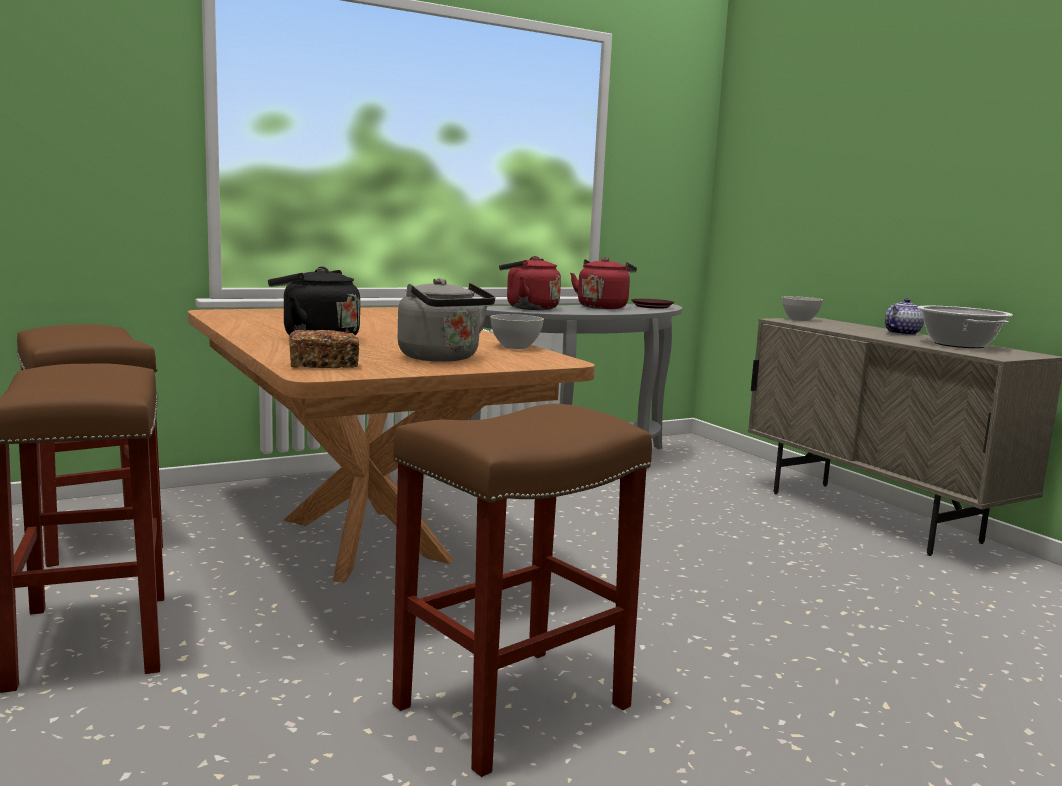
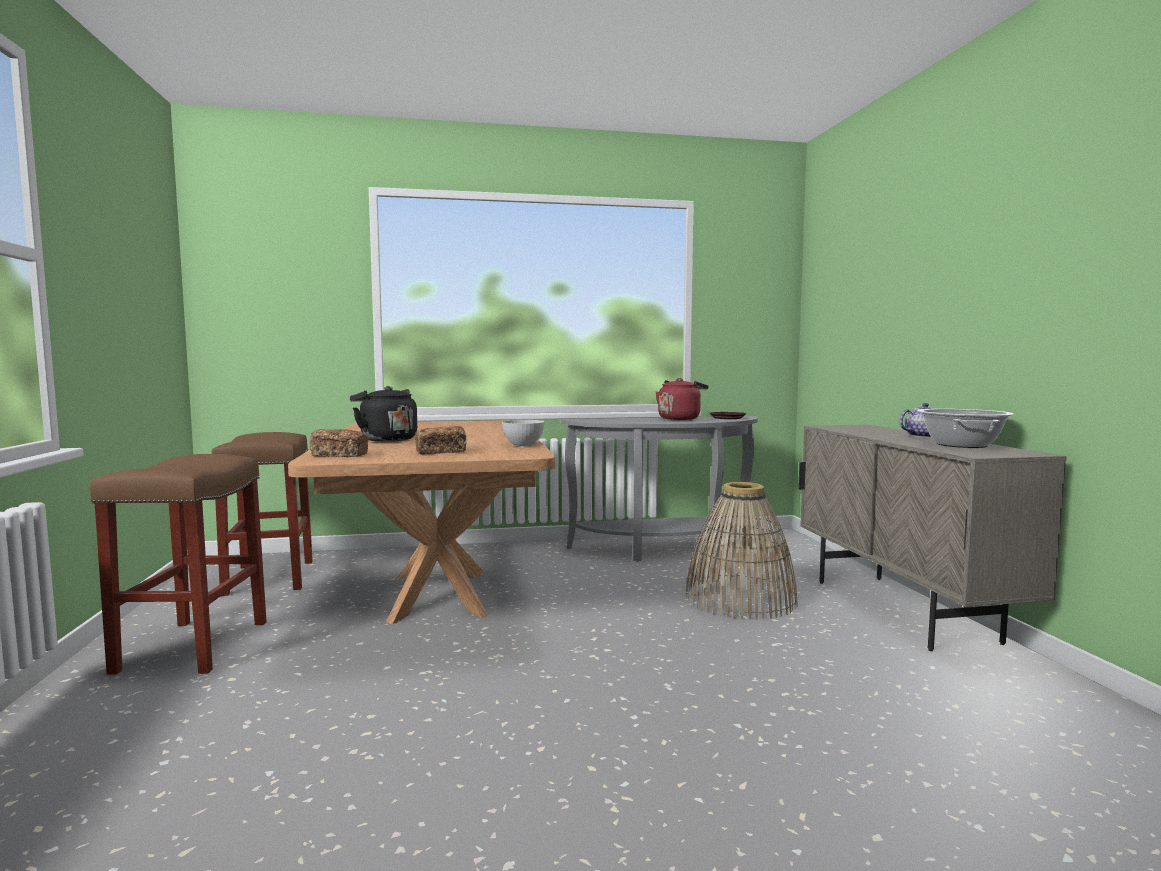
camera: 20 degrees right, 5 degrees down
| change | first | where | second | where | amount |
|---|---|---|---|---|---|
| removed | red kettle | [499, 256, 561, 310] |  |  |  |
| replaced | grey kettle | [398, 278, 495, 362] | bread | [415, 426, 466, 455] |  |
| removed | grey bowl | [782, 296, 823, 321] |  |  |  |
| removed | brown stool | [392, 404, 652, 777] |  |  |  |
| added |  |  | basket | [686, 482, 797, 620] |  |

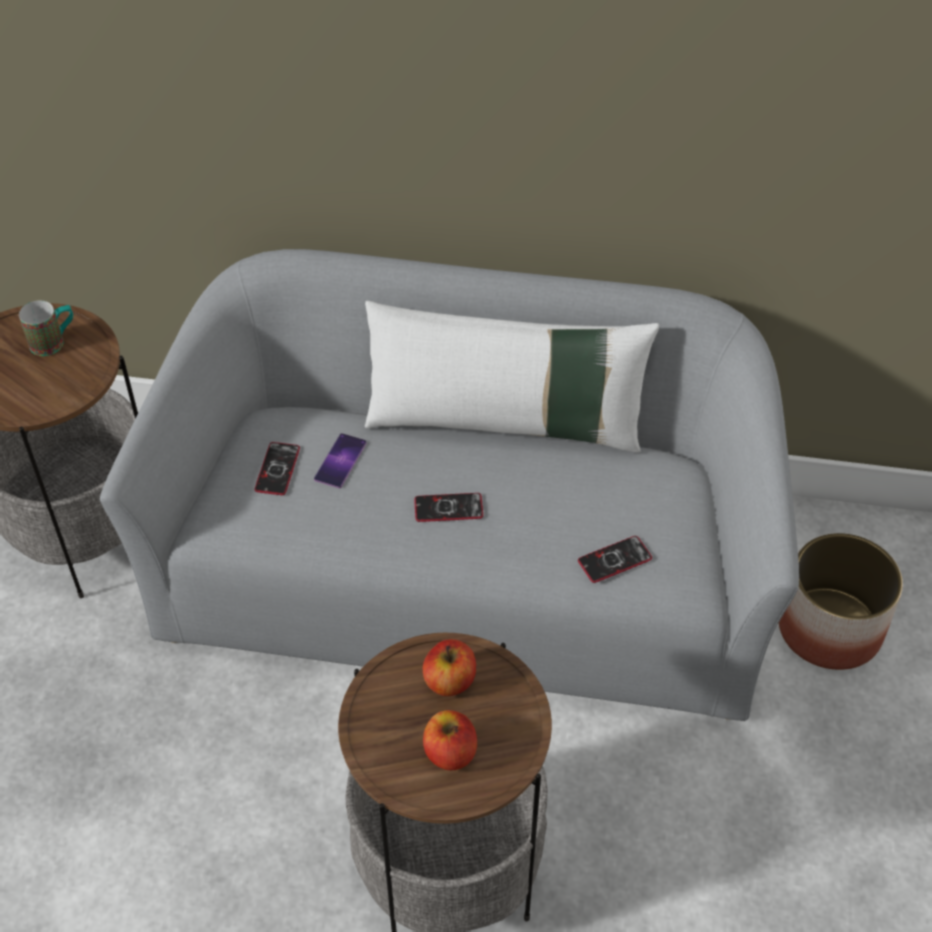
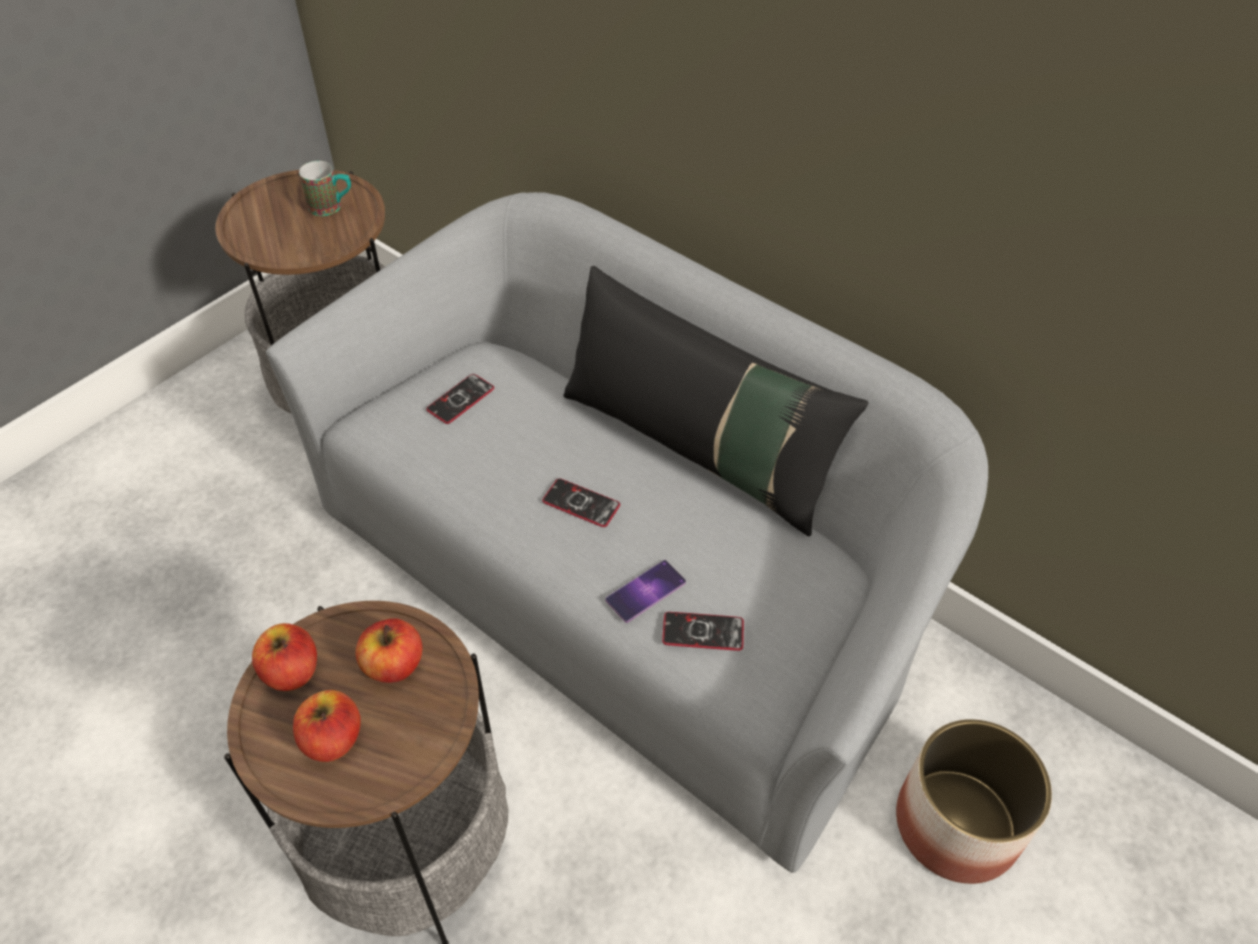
camera: 30 degrees right, 0 degrees up
| change | first | where | second | where | amount |
|---|---|---|---|---|---|
| recoloured | white pillow | [365, 301, 659, 453] | black pillow | [563, 266, 868, 536] |  |
| moved | phone | [314, 433, 367, 488] |  | [605, 560, 686, 623] |  |
| added |  |  | apple | [252, 623, 317, 691] |  |

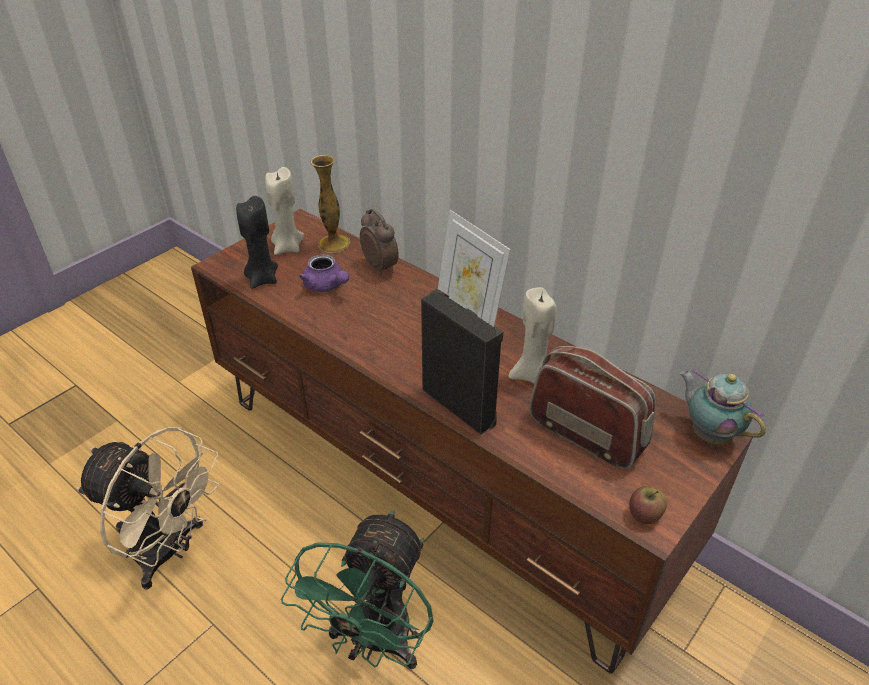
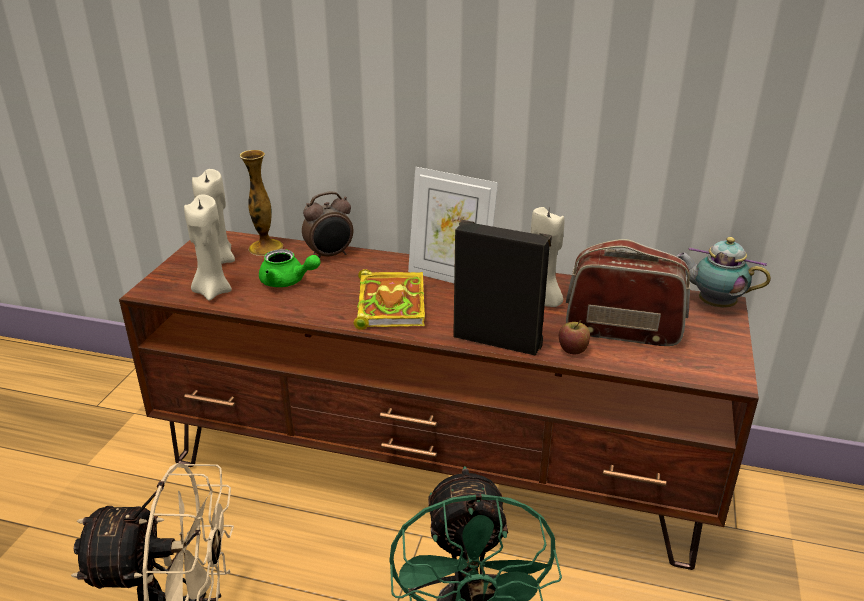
camera: 25 degrees left, 10 degrees down
| change | first | where | second | where | amount |
|---|---|---|---|---|---|
| recoloured | black candle | [236, 196, 278, 289] | beige candle | [184, 195, 232, 301] |  |
| turned | alarm clock | [360, 209, 398, 275] |  | [302, 191, 353, 258] | 120 degrees clockwise |
| recoloured | purple teapot | [299, 254, 349, 292] | green teapot | [259, 249, 321, 287] |  |
| moved | apple | [629, 486, 667, 524] |  | [559, 320, 590, 354] |  |
| added |  |  | book | [354, 269, 425, 330] |  |

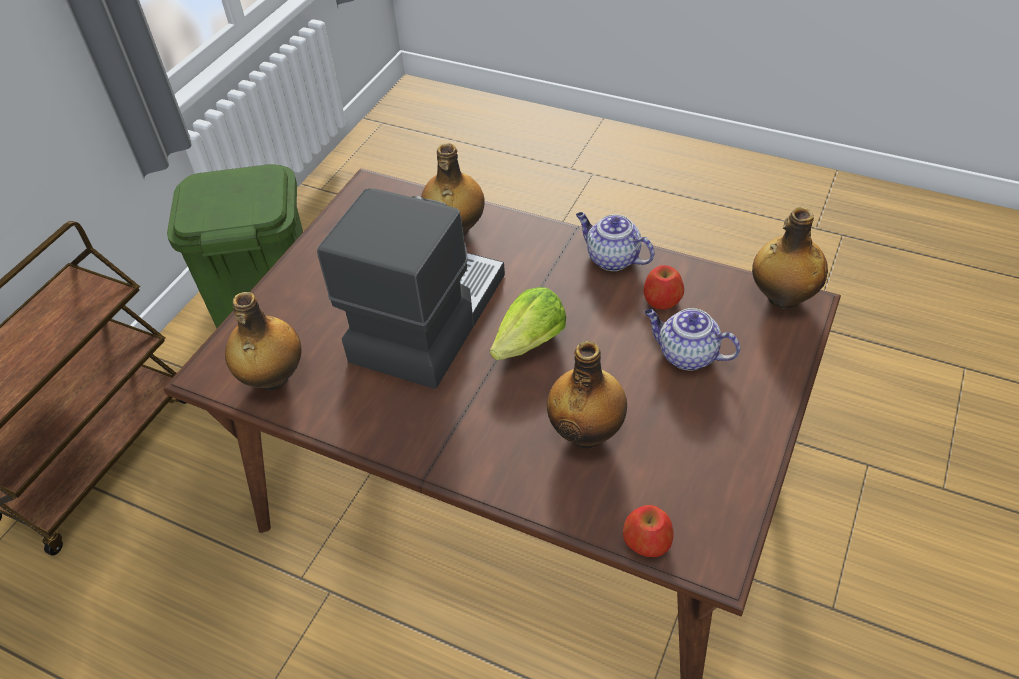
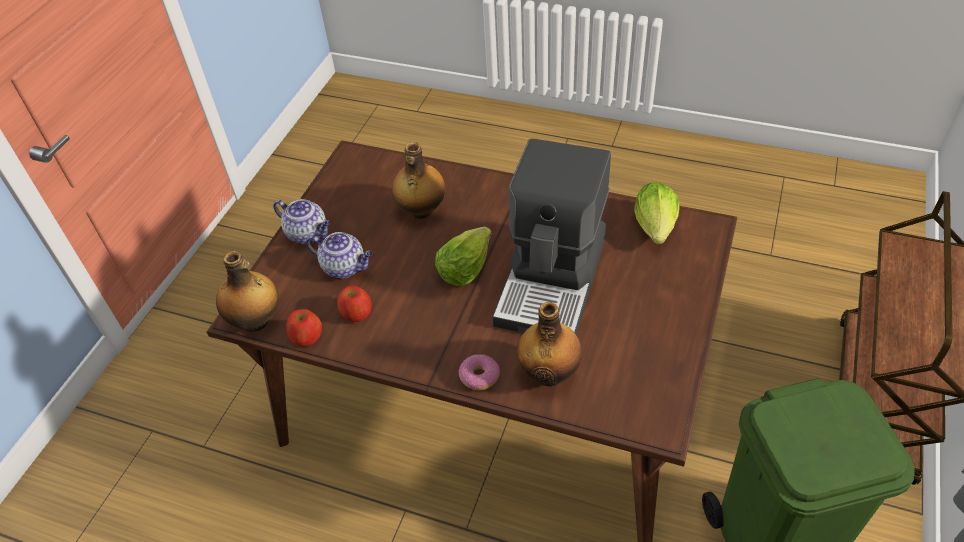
camera: 175 degrees right, 0 degrees up
| change | first | where | second | where | amount |
|---|---|---|---|---|---|
| moved | teapot | [576, 212, 654, 271] |  | [273, 199, 330, 244] |  |
| replaced | bottle | [225, 292, 301, 391] | lettuce | [634, 182, 680, 244] |  |
| moved | apple | [623, 505, 674, 557] |  | [286, 309, 322, 347] |  |
| added |  |  | donut | [458, 354, 500, 390] |  |

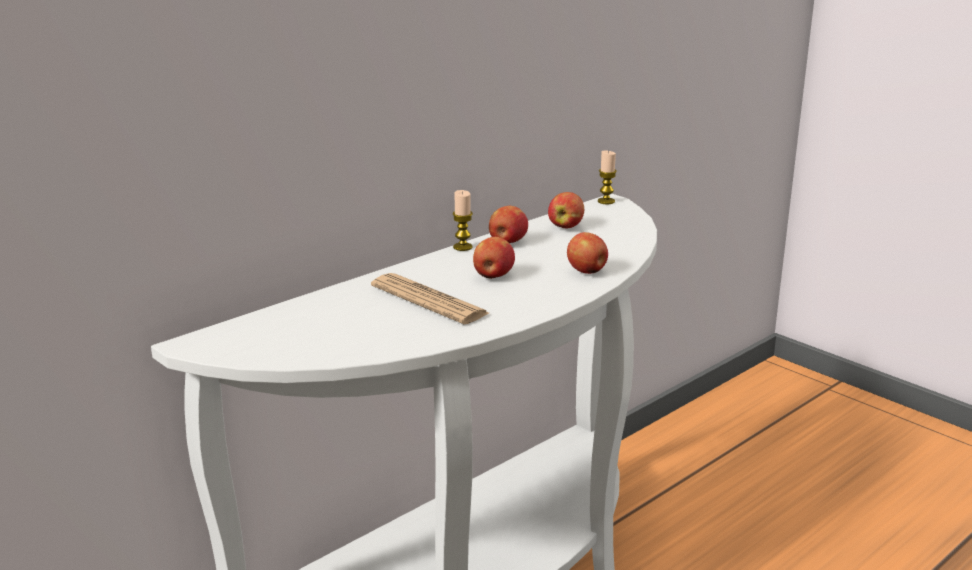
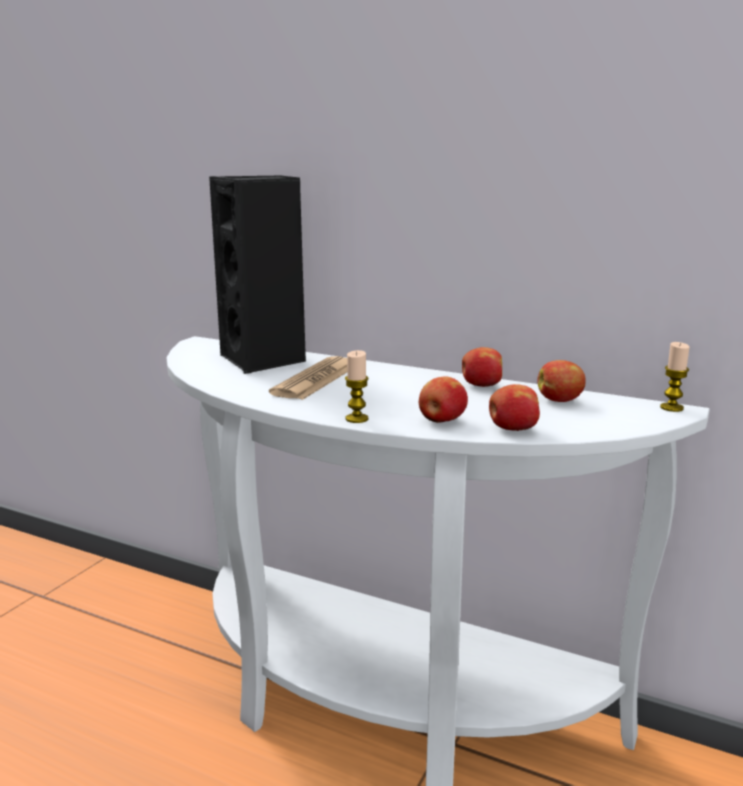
camera: 70 degrees right, 5 degrees down
| change | first | where | second | where | amount |
|---|---|---|---|---|---|
| moved | candle | [453, 190, 473, 251] |  | [345, 350, 369, 423] |  |
| moved | apple | [473, 237, 515, 279] |  | [489, 384, 540, 431] |  |
| added |  |  | black speaker | [209, 175, 306, 374] |  |

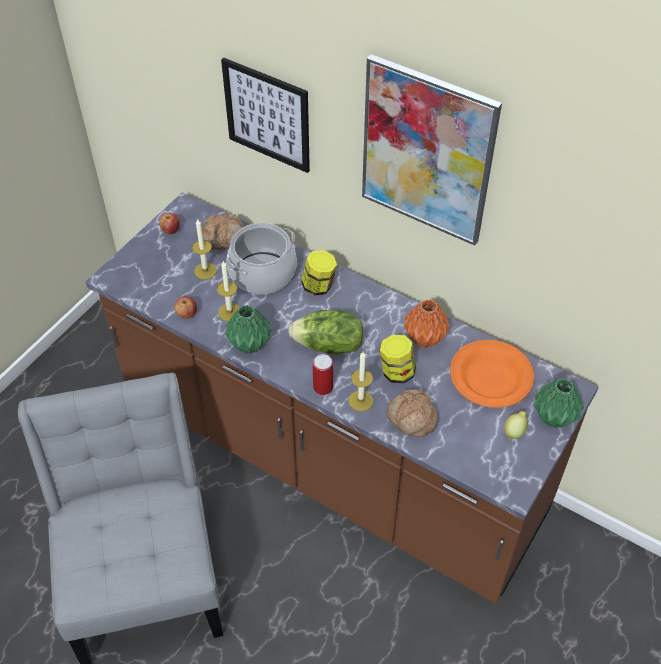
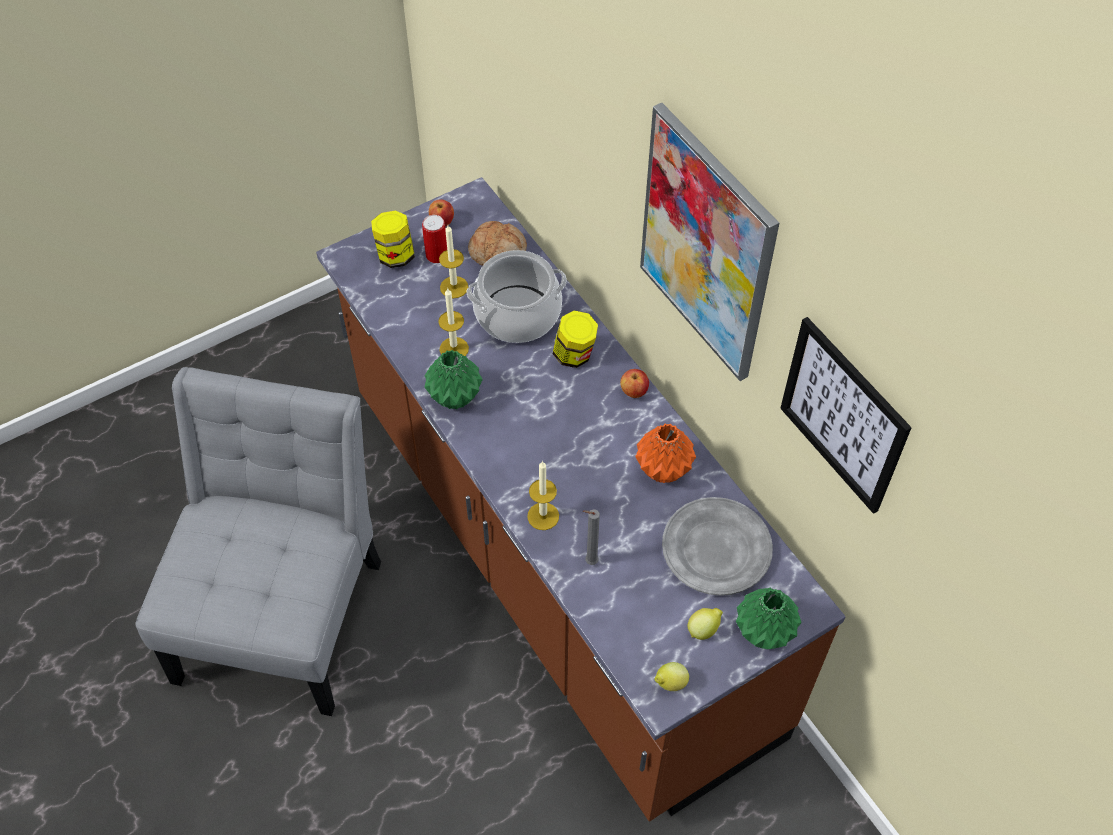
camera: 25 degrees right, 5 degrees up
| change | first | where | second | where | amount |
|---|---|---|---|---|---|
| moved | picture | [221, 57, 310, 173] |  | [780, 317, 912, 514] |  |
| moved | apple | [174, 296, 197, 319] |  | [620, 369, 649, 398] |  |
| removed | lettuce | [288, 310, 363, 354] |  |  |  |
| moved | jar | [380, 335, 416, 383] |  | [371, 211, 415, 268] |  |
| recoloured | orange plate | [450, 340, 534, 408] | grey plate | [662, 497, 773, 596] |  |
| moved | can | [313, 354, 333, 395] |  | [422, 215, 447, 263] |  |
| replaced | bread | [386, 389, 439, 437] | grey candle | [583, 509, 600, 565] |  |
| added |  |  | lemon | [655, 662, 689, 691] |  |

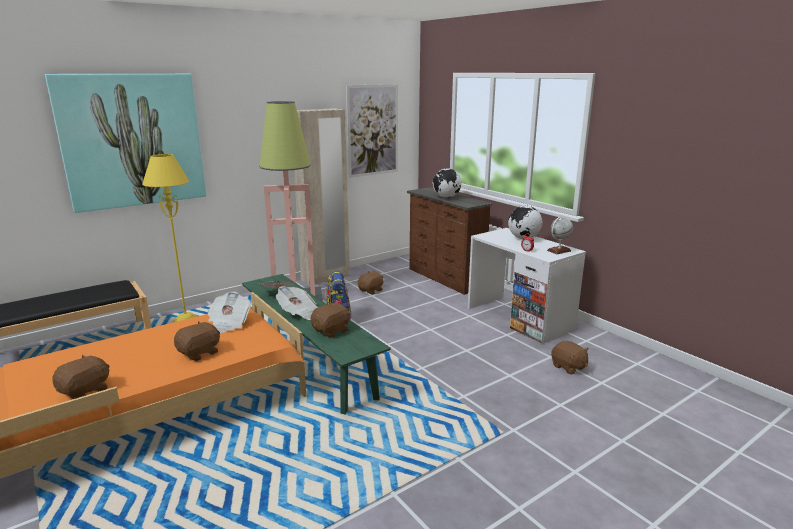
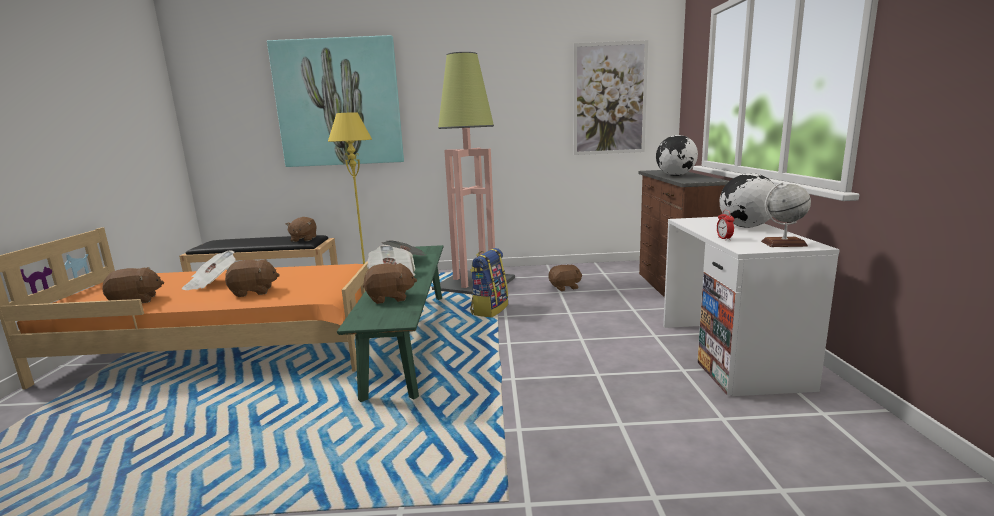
camera: 35 degrees right, 5 degrees down
| change | first | where | second | where | amount |
|---|---|---|---|---|---|
| removed | beige wardrobe | [294, 108, 350, 286] |  |  |  |
| moved | newspaper | [207, 292, 251, 333] |  | [182, 250, 236, 290] |  |
| moved | brown plush toy | [551, 341, 589, 374] |  | [286, 217, 317, 242] |  |

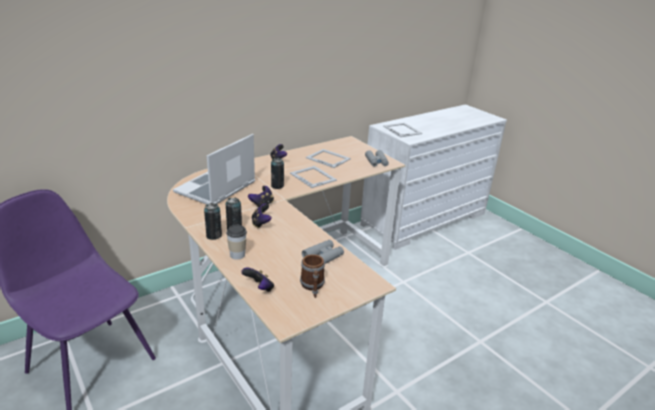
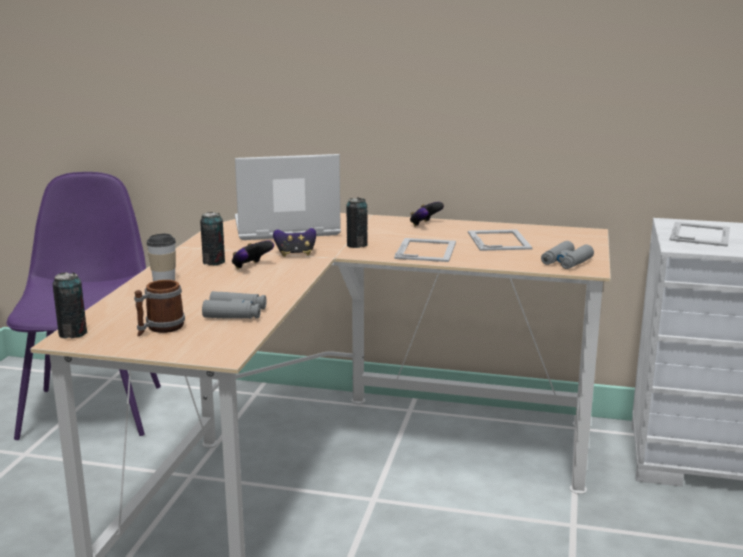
camera: 50 degrees right, 10 degrees down
| change | first | where | second | where | amount |
|---|---|---|---|---|---|
| moved | can | [204, 203, 222, 240] |  | [53, 272, 87, 338] |  |
| removed | game controller | [241, 268, 274, 292] |  |  |  |

